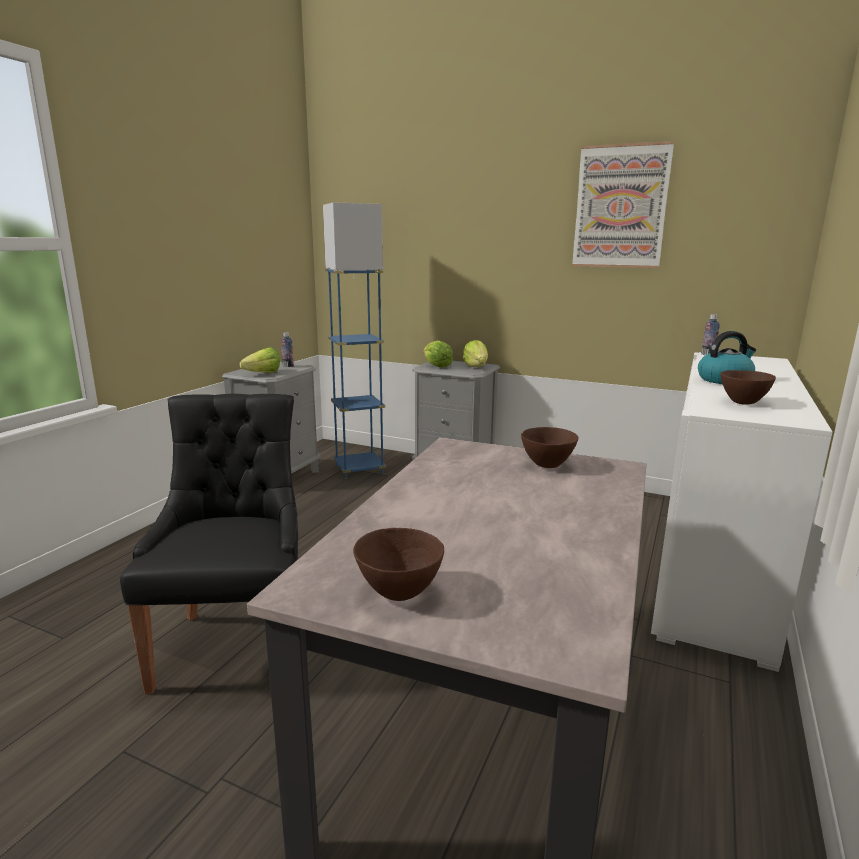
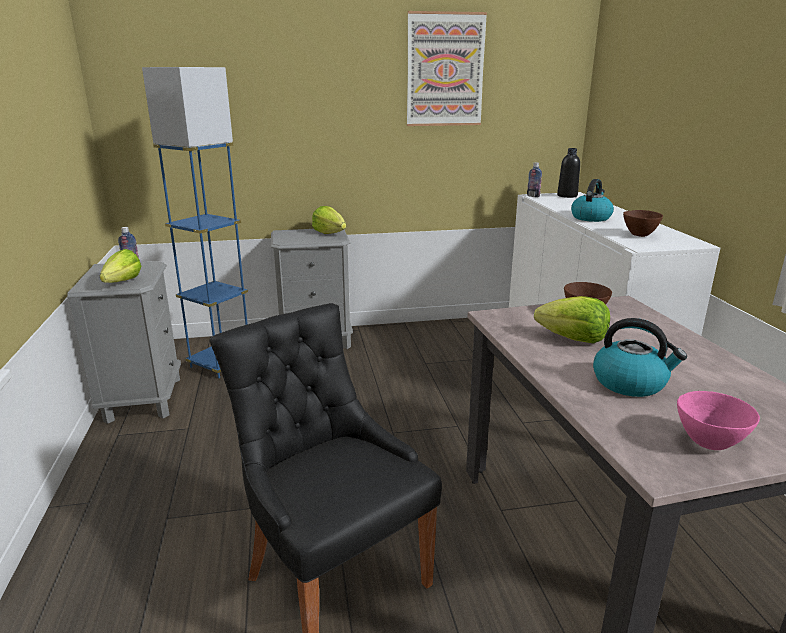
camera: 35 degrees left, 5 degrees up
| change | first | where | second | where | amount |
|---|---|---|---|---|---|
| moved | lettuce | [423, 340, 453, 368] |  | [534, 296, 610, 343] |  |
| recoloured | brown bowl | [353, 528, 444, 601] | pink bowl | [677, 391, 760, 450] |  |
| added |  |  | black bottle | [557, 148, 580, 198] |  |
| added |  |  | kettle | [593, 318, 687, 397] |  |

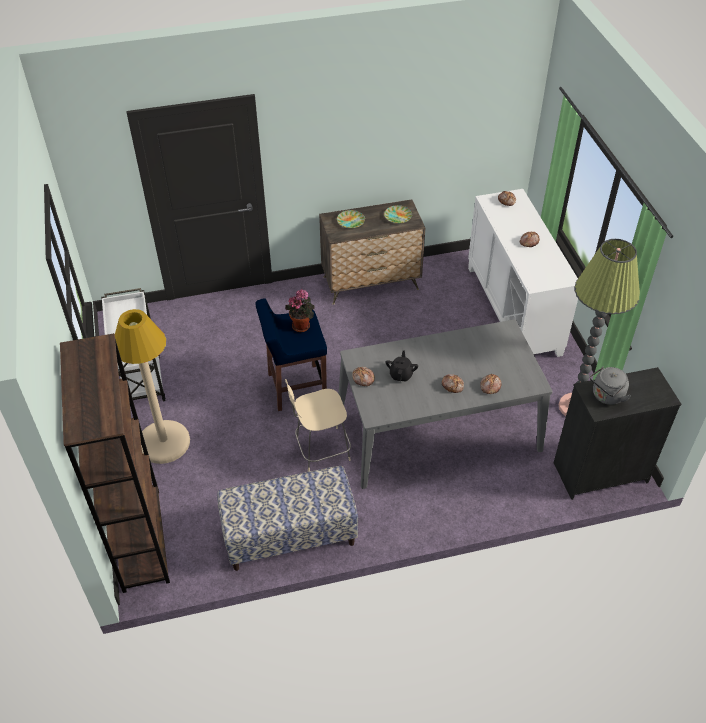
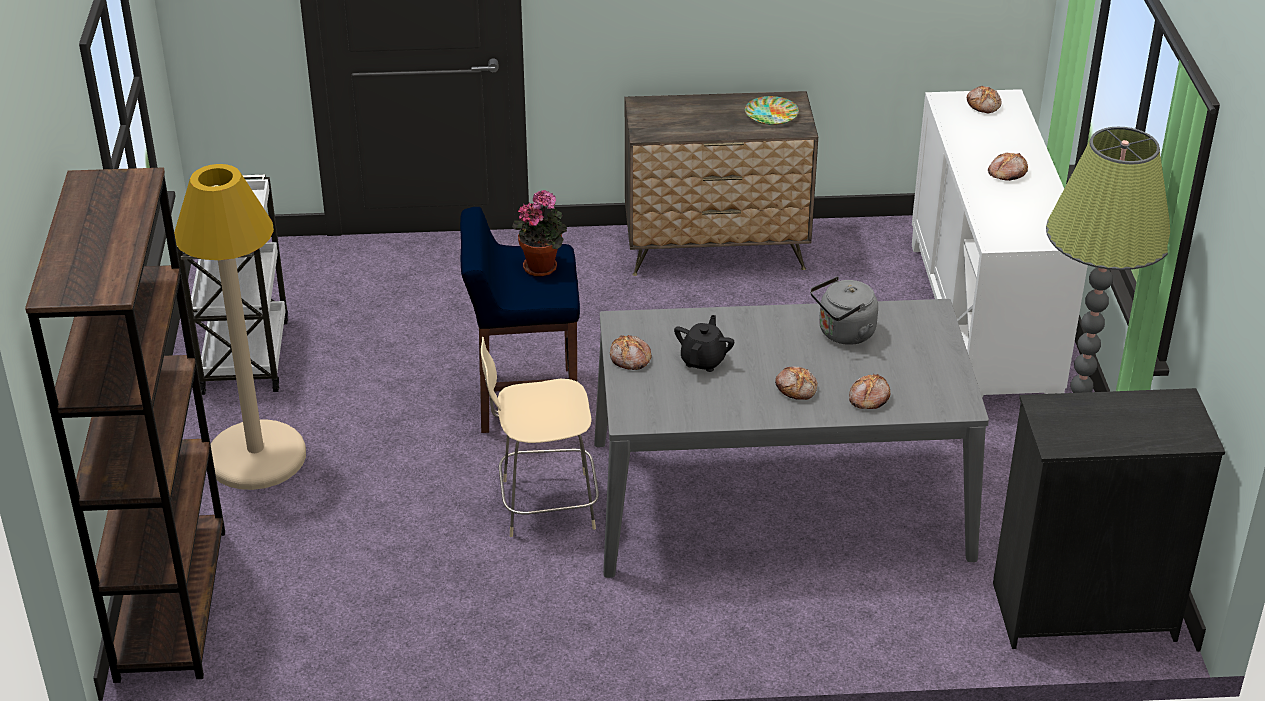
camera: 10 degrees right, 10 degrees down
| change | first | where | second | where | amount |
|---|---|---|---|---|---|
| removed | plate | [337, 210, 365, 229] |  |  |  |
| moved | grey kettle | [590, 367, 631, 405] |  | [810, 276, 878, 345] |  |
| removed | bench | [217, 466, 358, 571] |  |  |  |

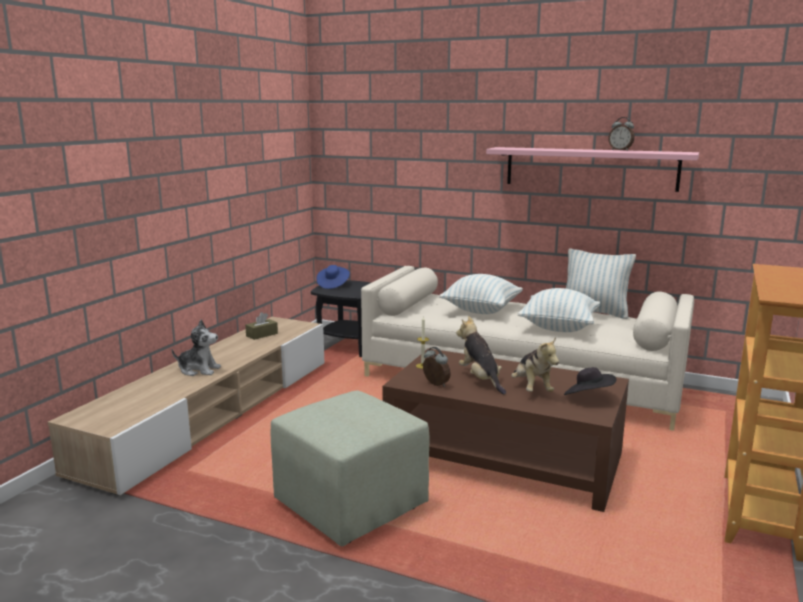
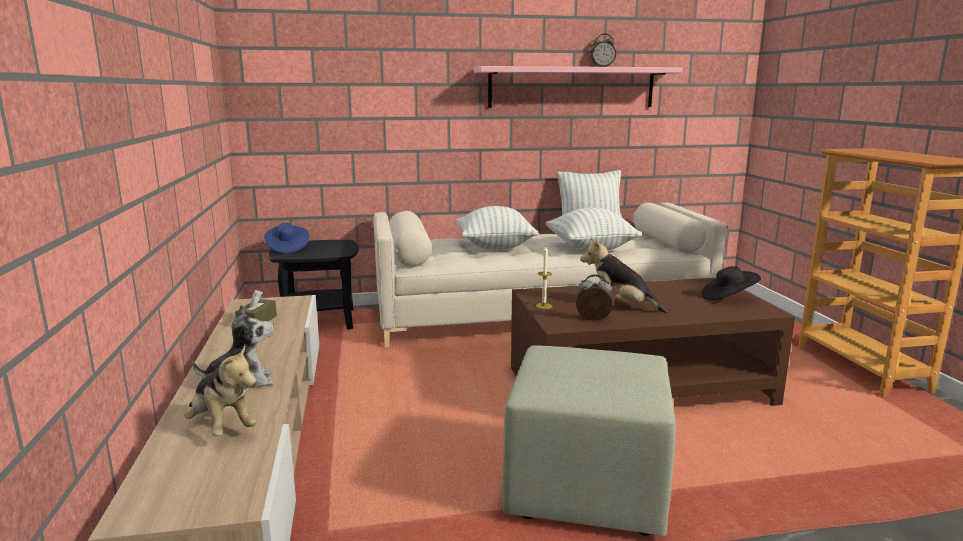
camera: 35 degrees left, 0 degrees up
| change | first | where | second | where | amount |
|---|---|---|---|---|---|
| moved | plush toy | [511, 337, 559, 392] |  | [184, 345, 257, 436] |  |

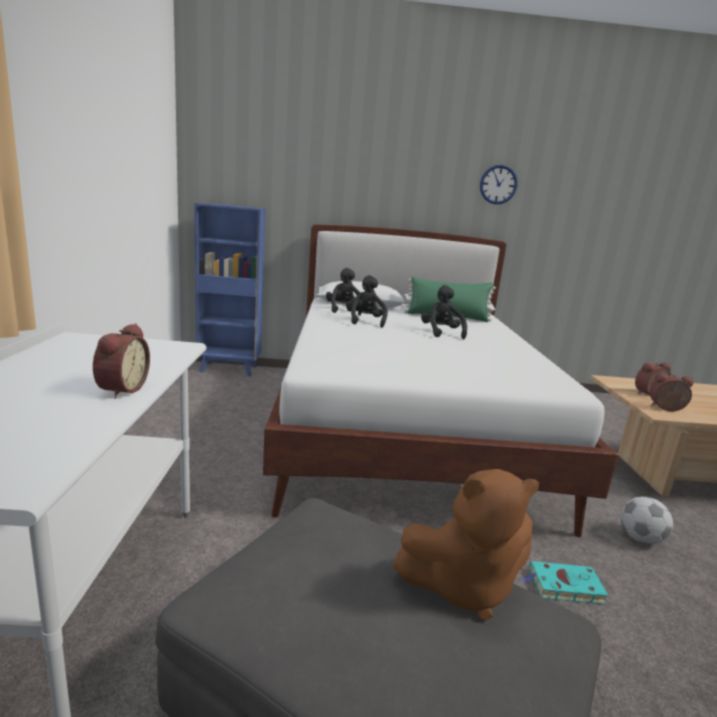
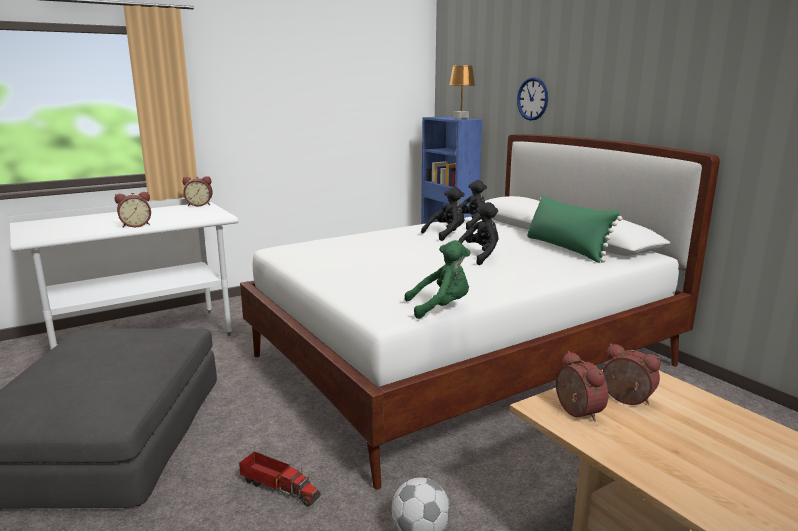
camera: 60 degrees right, 0 degrees up
| change | first | where | second | where | amount |
|---|---|---|---|---|---|
| moved | wall clock | [480, 165, 518, 204] |  | [517, 77, 548, 121] |  |
| removed | brown plush toy | [393, 469, 539, 621] |  |  |  |
| replaced | turquoise book | [520, 561, 609, 604] | toy truck | [239, 451, 321, 507] |  |
| added |  |  | brown table lamp | [449, 65, 475, 119] |  |
| added |  |  | alarm clock | [182, 176, 213, 206] |  |
| added |  |  | green plush toy | [405, 240, 471, 319] |  |

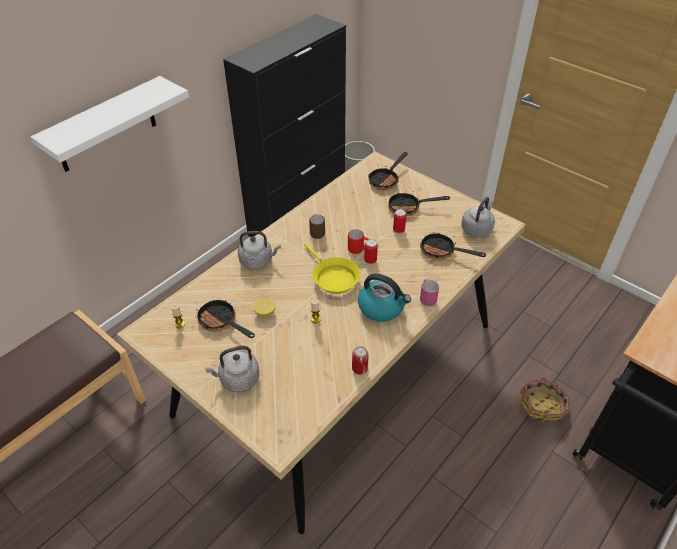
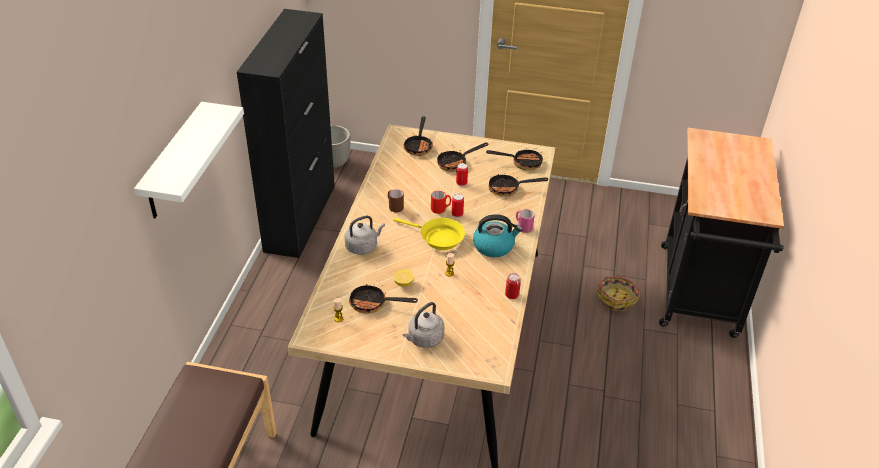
camera: 30 degrees left, 5 degrees down
| change | first | where | second | where | amount |
|---|---|---|---|---|---|
| replaced | grey kettle | [461, 197, 495, 238] | frying pan | [486, 148, 543, 170] |  |

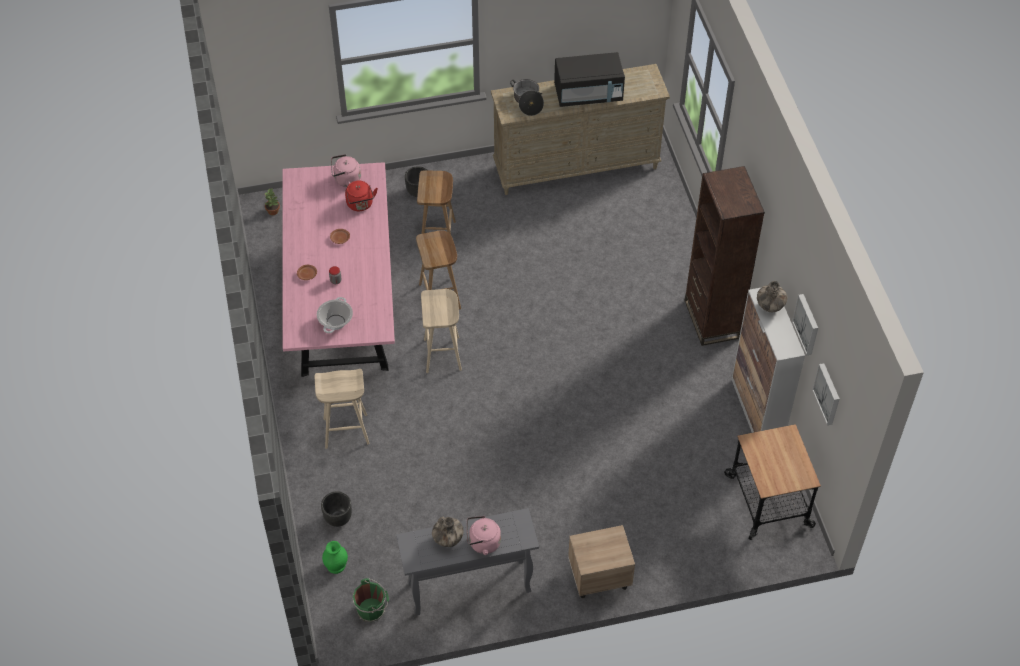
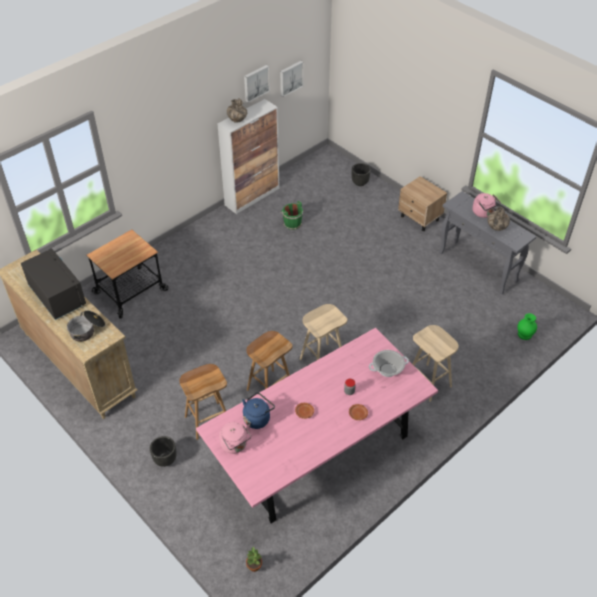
camera: 120 degrees left, 5 degrees down
| change | first | where | second | where | amount |
|---|---|---|---|---|---|
| removed | brown bookcase | [685, 166, 765, 346] |  |  |  |
| recoloured | red kettle | [345, 181, 378, 211] | blue kettle | [242, 392, 275, 429] |  |
| moved | cart | [724, 424, 821, 540] |  | [86, 230, 168, 319] |  |
| moved | black planter | [321, 491, 352, 527] |  | [352, 163, 371, 186] |  |
| moved | green bucket | [353, 578, 389, 622] |  | [280, 201, 303, 230] |  |

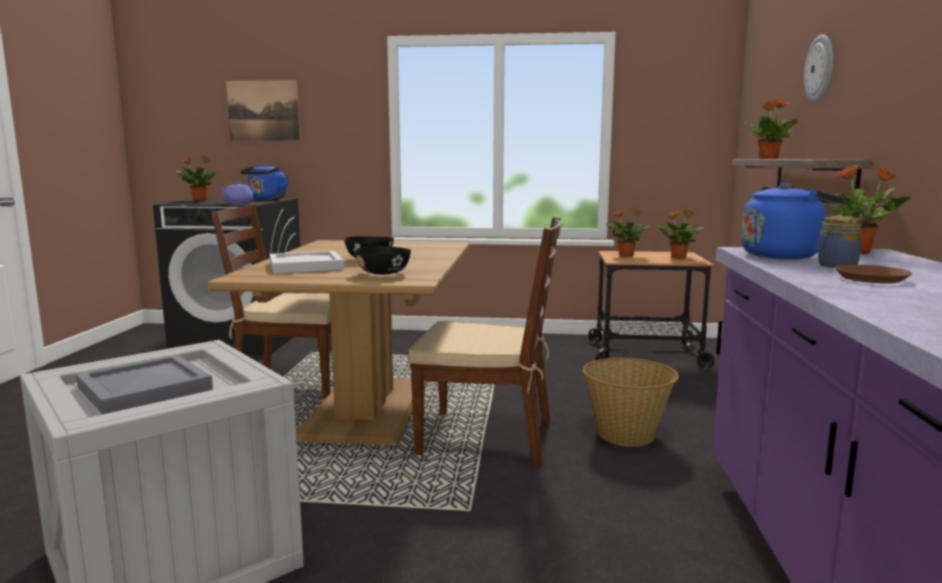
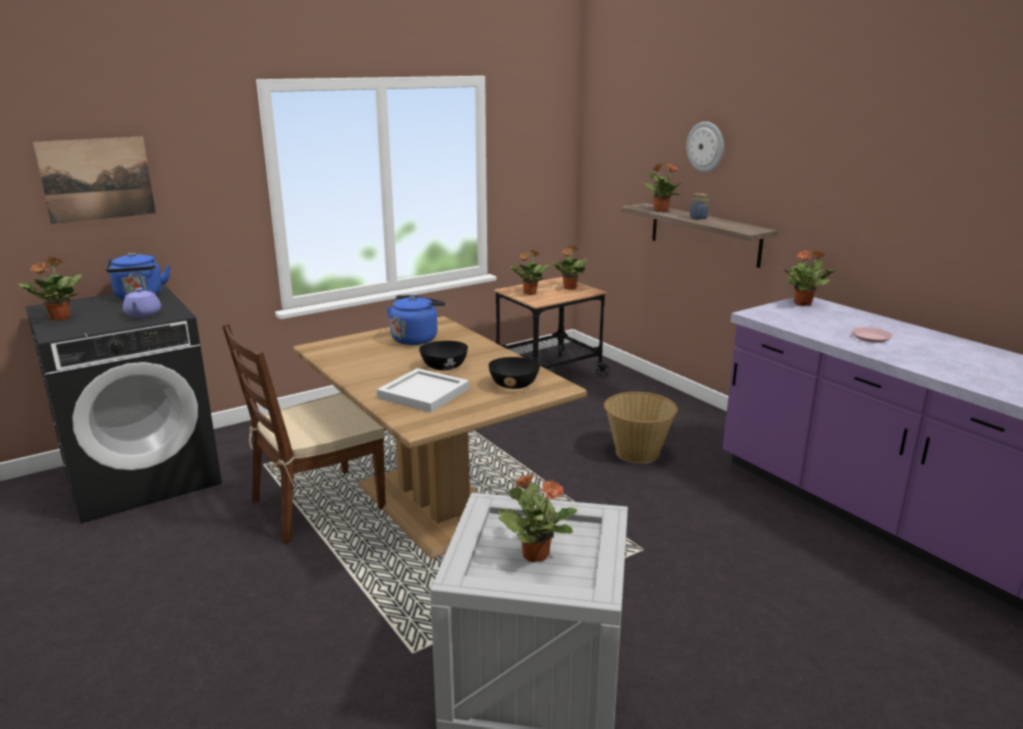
camera: 40 degrees left, 10 degrees up
| change | first | where | second | where | amount |
|---|---|---|---|---|---|
| moved | blue kettle | [741, 183, 845, 259] |  | [387, 295, 445, 345] |  |
| moved | jar | [817, 216, 862, 268] |  | [690, 193, 709, 220] |  |
| removed | brown chair | [408, 217, 562, 467] |  |  |  |
| recoloured | brown plate | [834, 265, 912, 283] | pink plate | [851, 327, 893, 343] |  |
| replaced | grey tray | [76, 354, 213, 414] | potted plant | [497, 474, 578, 563] |  |

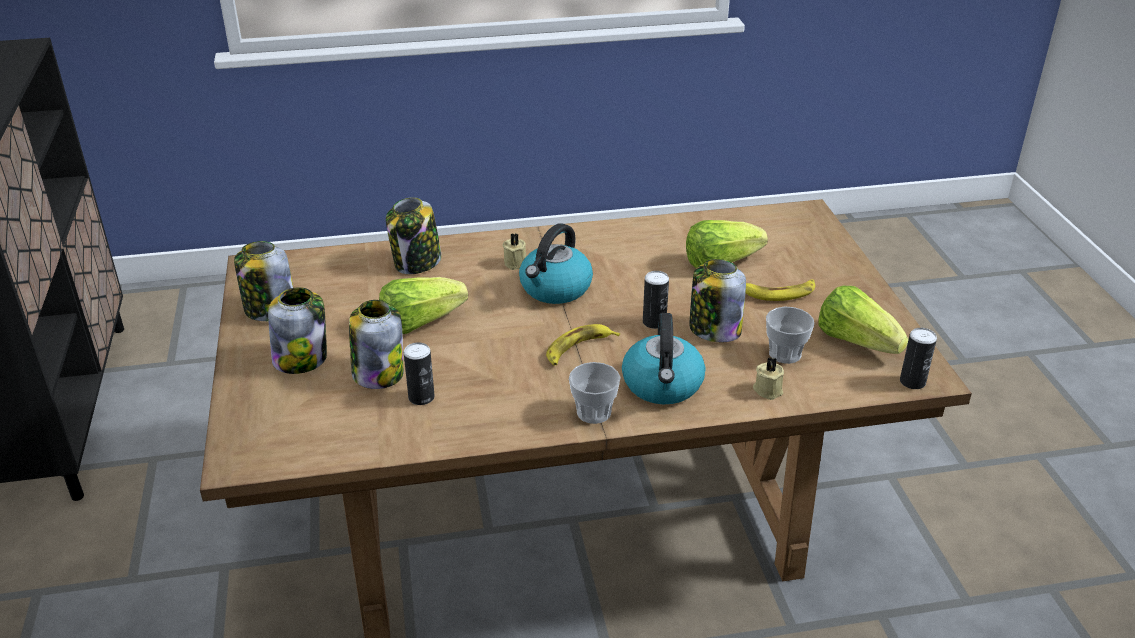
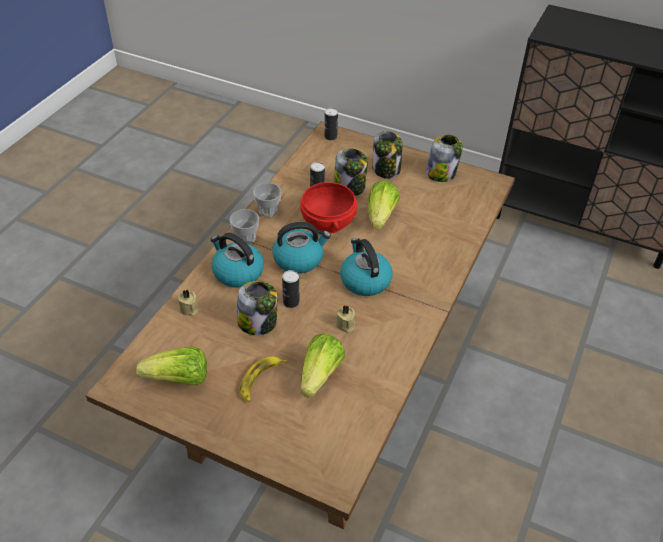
camera: 125 degrees right, 10 degrees up
| change | first | where | second | where | amount |
|---|---|---|---|---|---|
| removed | jar | [386, 197, 442, 274] |  |  |  |
| moved | beige candle | [502, 233, 526, 270] |  | [335, 305, 355, 333] |  |
| moved | cup | [766, 307, 814, 364] |  | [253, 183, 281, 217] |  |
| replaced | banana | [546, 324, 620, 366] | kettle | [272, 222, 331, 274] |  |
| moved | can | [900, 328, 937, 389] |  | [324, 108, 338, 140] |  |
| added |  |  | red bowl | [300, 182, 357, 234] |  |

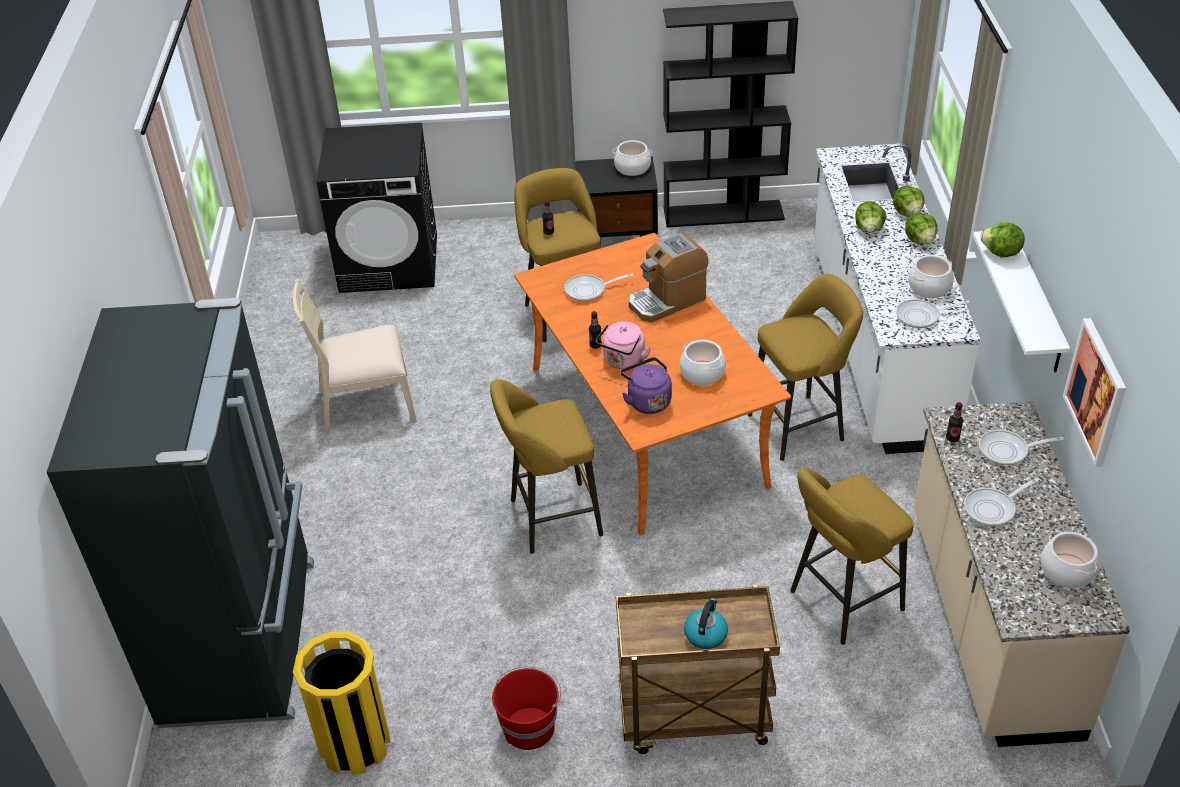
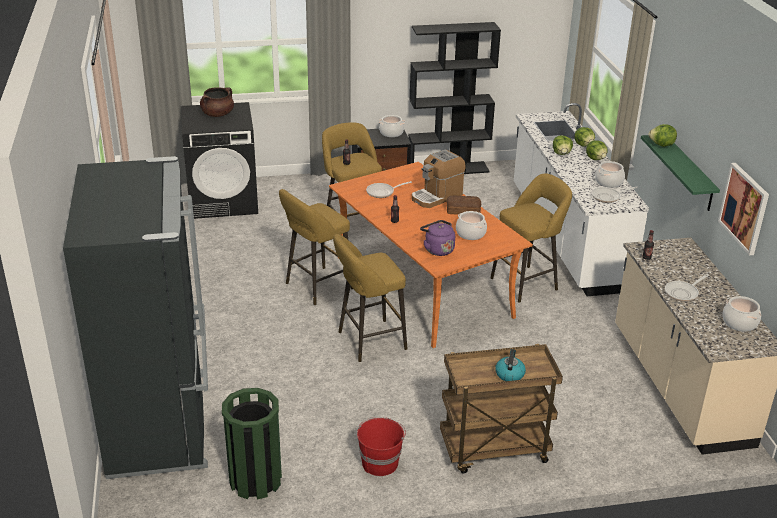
camera: 10 degrees left, 10 degrees down
| change | first | where | second | where | amount |
|---|---|---|---|---|---|
| recoloured | white shelf | [973, 231, 1070, 372] | green shelf | [641, 135, 720, 211] |  |
| removed | beige chair | [293, 278, 417, 435] |  |  |  |
| removed | pink kettle | [596, 322, 651, 369] |  |  |  |
| removed | frying pan | [979, 430, 1064, 465] |  |  |  |
| moved | yellow stool | [790, 468, 914, 645] |  | [279, 189, 353, 305] |  |
| recoloured | yellow trash can | [293, 632, 391, 776] | green trash can | [222, 388, 282, 500] |  |
| added |  |  | brown cooking pot | [200, 87, 234, 117] |  |
| added |  |  | bread | [447, 195, 481, 214] |  |

